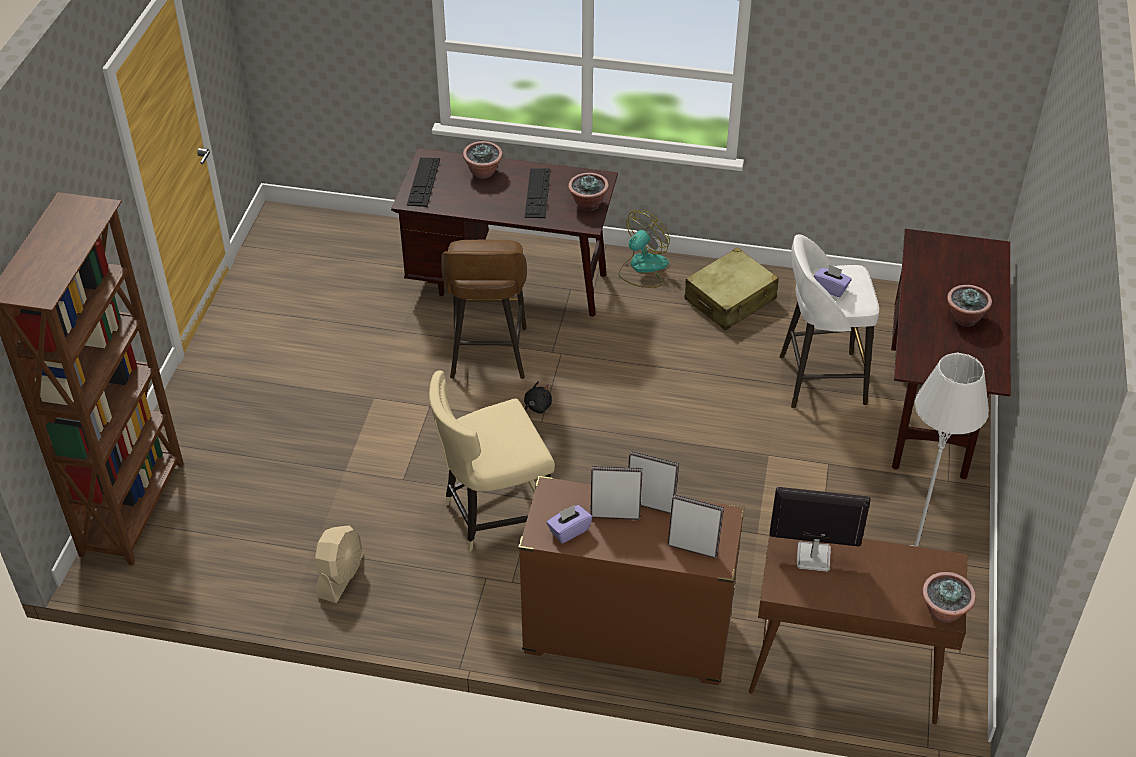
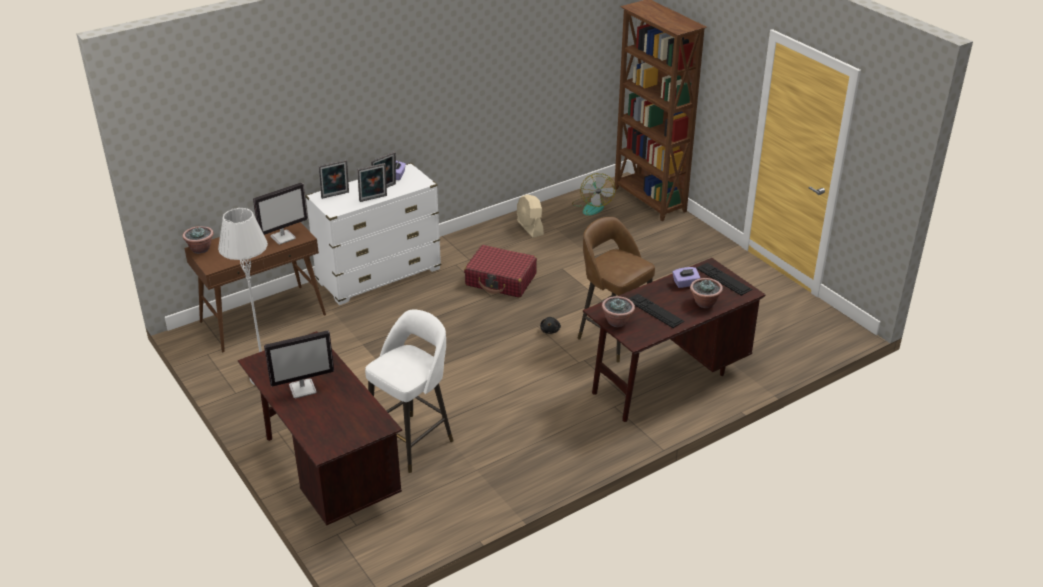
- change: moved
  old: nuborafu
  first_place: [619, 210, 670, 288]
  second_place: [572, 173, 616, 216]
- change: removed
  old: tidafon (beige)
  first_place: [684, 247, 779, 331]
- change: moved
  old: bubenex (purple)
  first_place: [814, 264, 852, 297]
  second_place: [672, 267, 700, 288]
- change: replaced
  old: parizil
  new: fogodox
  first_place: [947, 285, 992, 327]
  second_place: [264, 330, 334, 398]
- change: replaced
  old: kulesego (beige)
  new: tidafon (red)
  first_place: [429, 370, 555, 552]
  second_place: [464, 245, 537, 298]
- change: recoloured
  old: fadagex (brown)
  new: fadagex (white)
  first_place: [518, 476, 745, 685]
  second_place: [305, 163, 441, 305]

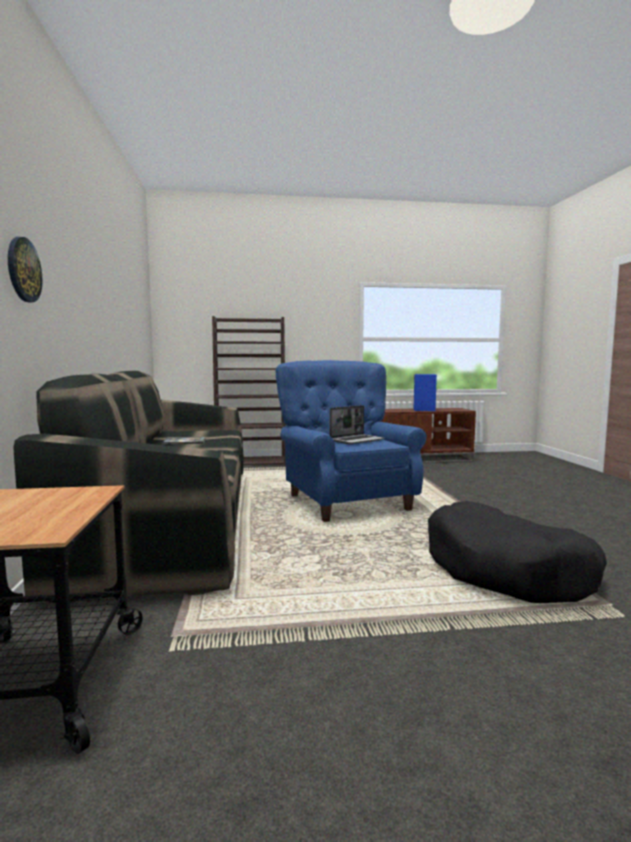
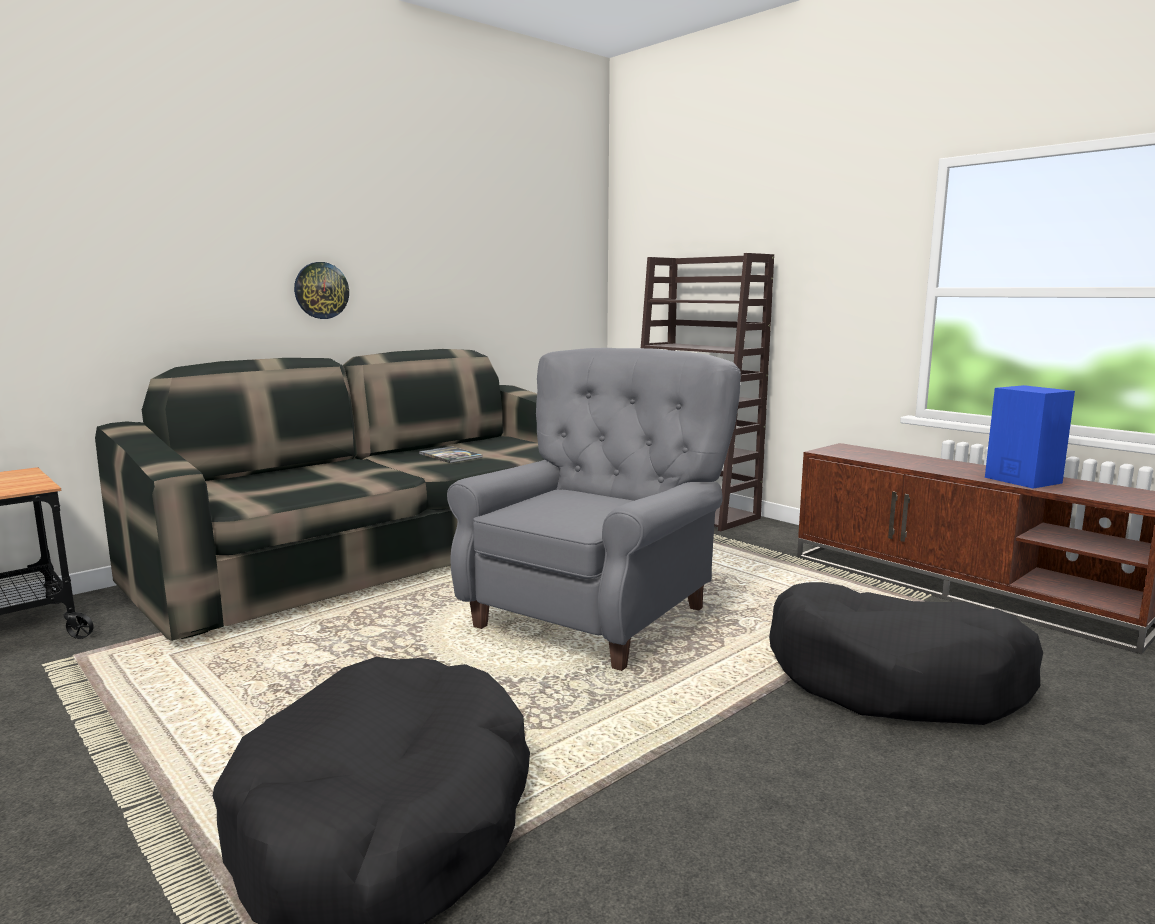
- change: moved
  old: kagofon
  first_place: [8, 237, 42, 302]
  second_place: [294, 262, 349, 319]
- change: recoloured
  old: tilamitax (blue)
  new: tilamitax (grey)
  first_place: [276, 360, 427, 522]
  second_place: [447, 348, 741, 671]
- change: removed
  old: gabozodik
  first_place: [330, 405, 385, 444]
- change: added
  new: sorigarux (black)
  second_place: [769, 582, 1043, 725]

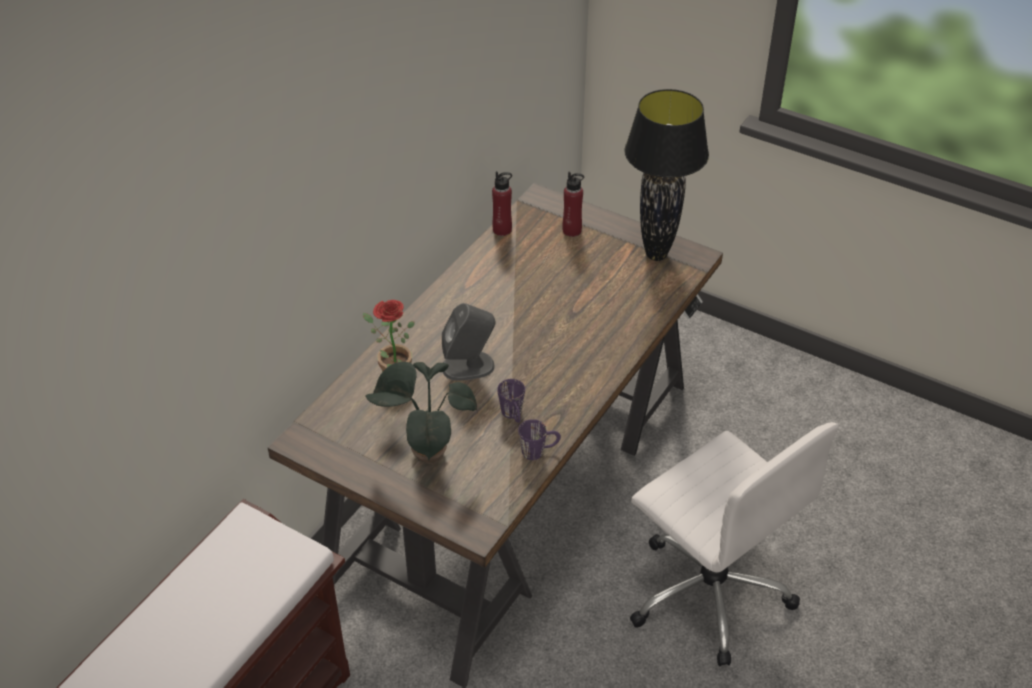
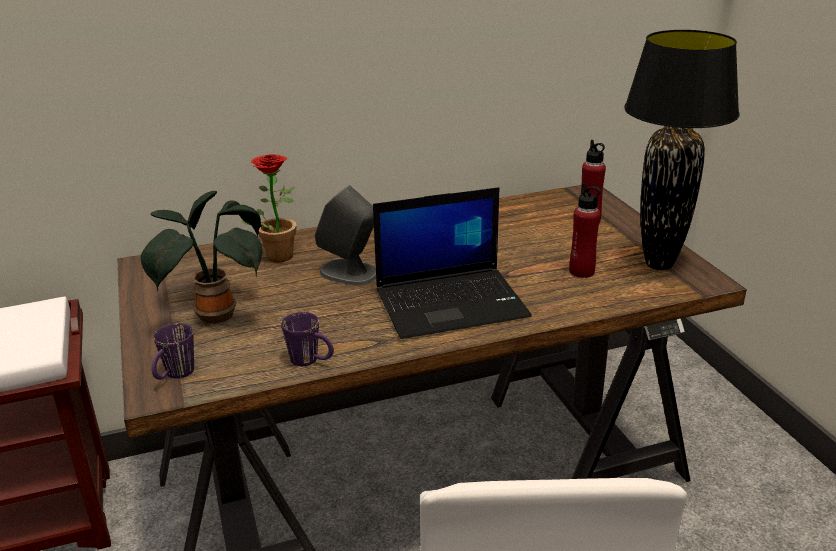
- change: moved
  old: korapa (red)
  first_place: [492, 171, 512, 236]
  second_place: [569, 183, 601, 278]
- change: moved
  old: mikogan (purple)
  first_place: [497, 379, 525, 423]
  second_place: [152, 323, 194, 380]
- change: added
  new: gabozodik
  second_place: [373, 187, 532, 339]

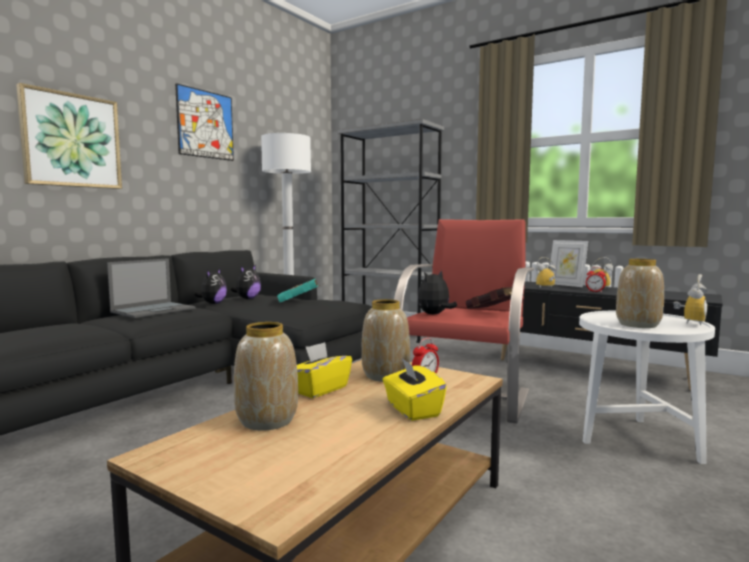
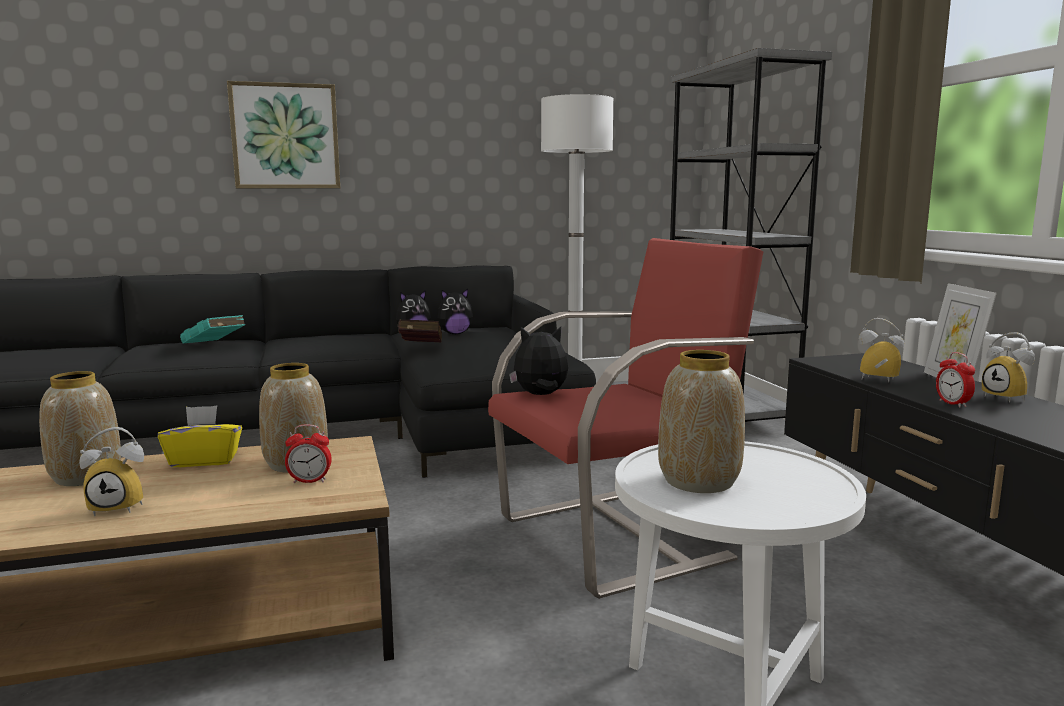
- change: removed
  old: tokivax
  first_place: [175, 83, 234, 161]
- change: removed
  old: gabozodik
  first_place: [107, 258, 196, 318]
- change: moved
  old: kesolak
  first_place: [673, 274, 708, 325]
  second_place: [79, 427, 144, 516]
- change: moved
  old: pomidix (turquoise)
  first_place: [277, 278, 323, 302]
  second_place: [180, 315, 245, 343]
- change: moved
  old: pomidix (red)
  first_place: [466, 287, 524, 309]
  second_place: [398, 320, 442, 343]
- change: removed
  old: bubenex (yellow)
  first_place: [383, 358, 447, 421]

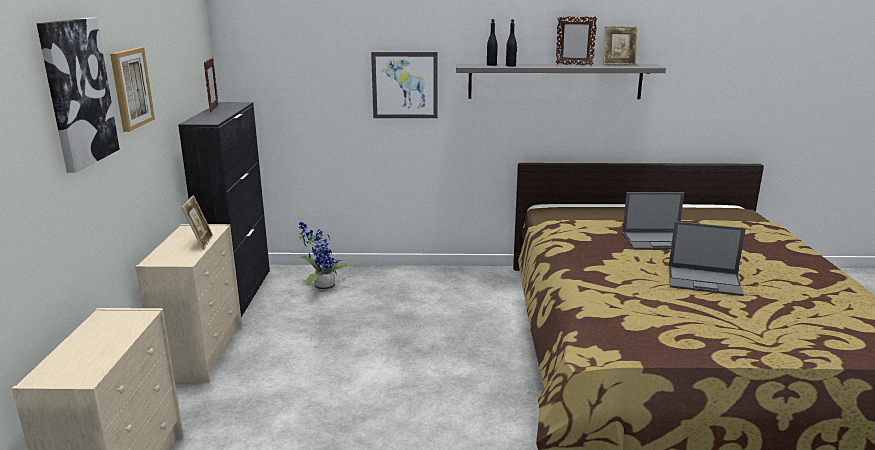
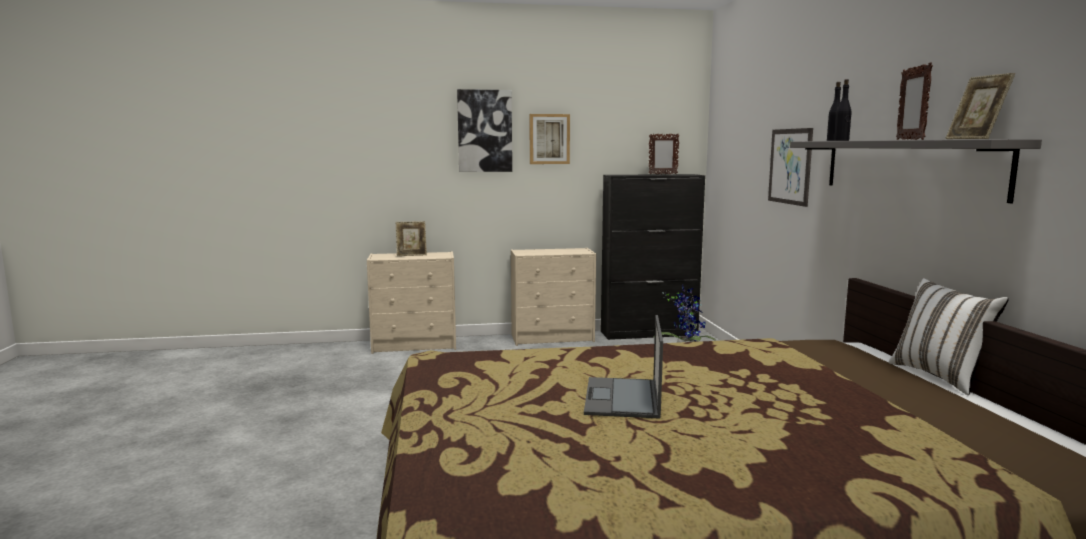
- change: removed
  old: gabozodik
  first_place: [622, 192, 684, 250]
- change: moved
  old: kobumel
  first_place: [182, 195, 213, 250]
  second_place: [396, 222, 427, 256]
- change: added
  new: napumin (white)
  second_place: [889, 278, 1009, 395]

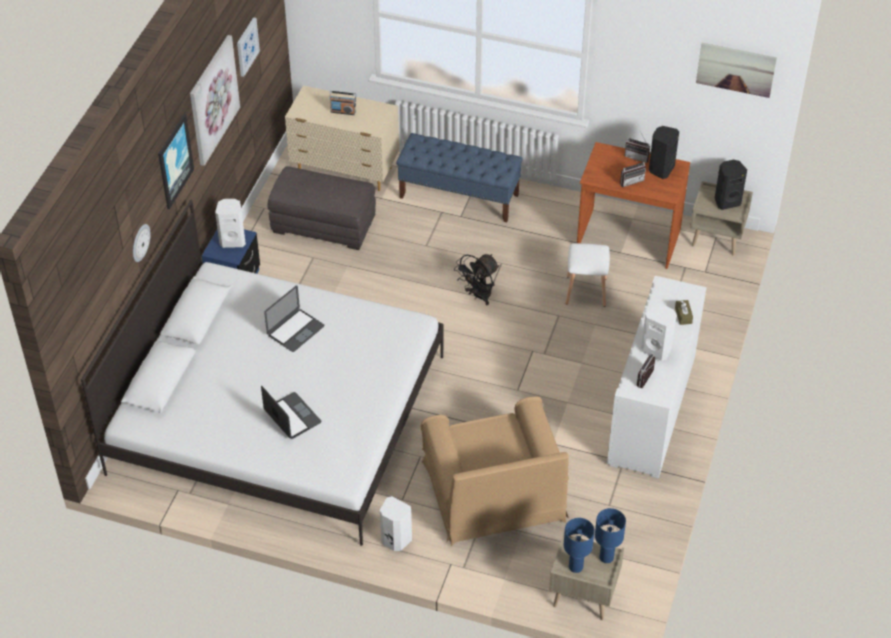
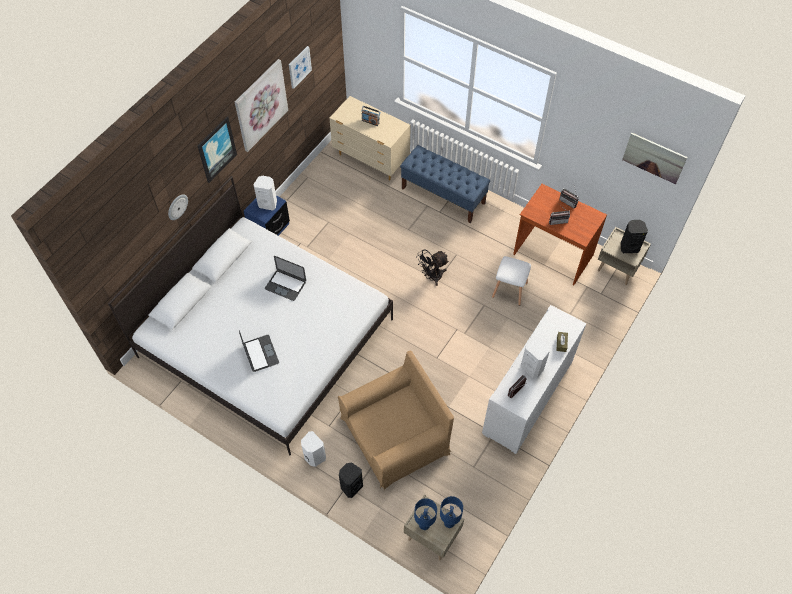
- change: moved
  old: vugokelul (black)
  first_place: [649, 126, 679, 179]
  second_place: [339, 462, 363, 498]
- change: removed
  old: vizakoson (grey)
  first_place: [267, 166, 376, 250]
- change: turned
  old: gabozodik
  first_place: [264, 286, 325, 352]
  second_place: [265, 256, 306, 301]
  degrees: 60
- change: turned
  old: tilamitax (brown)
  first_place: [421, 397, 569, 546]
  second_place: [338, 350, 454, 490]
  degrees: -120

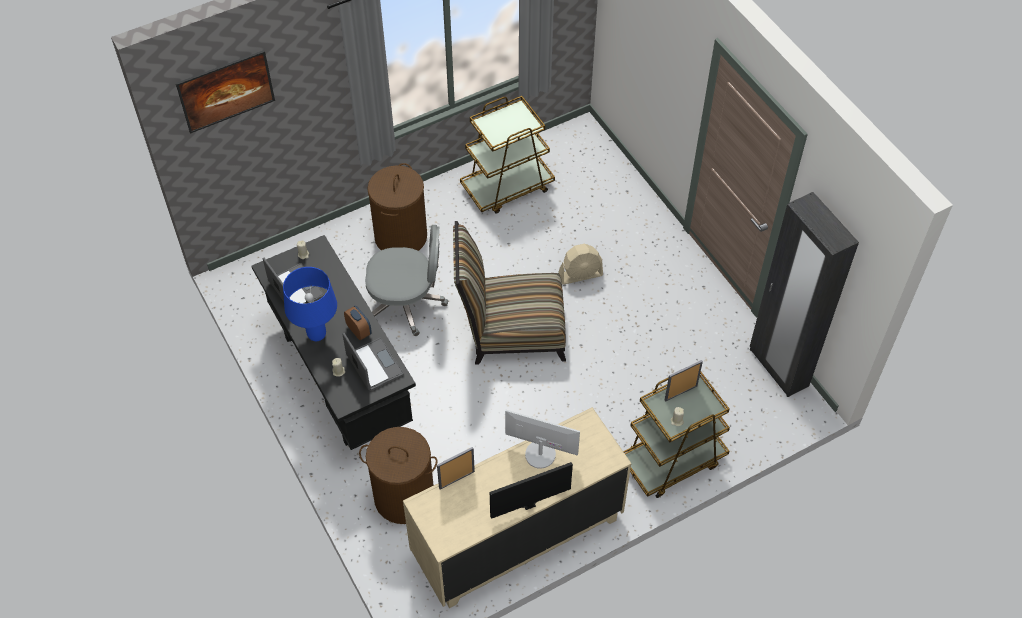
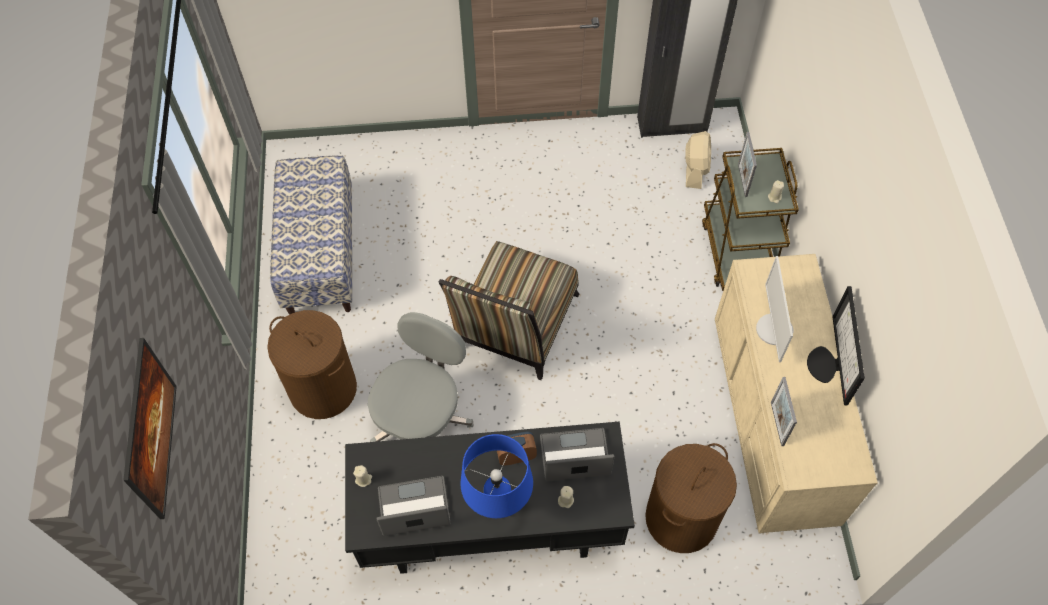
- change: replaced
  old: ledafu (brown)
  new: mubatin
  first_place: [460, 96, 555, 213]
  second_place: [270, 155, 352, 315]
- change: moved
  old: nuborafu (beige)
  first_place: [558, 244, 603, 285]
  second_place: [685, 131, 711, 189]
- change: turned
  old: fogodox
  first_place: [505, 410, 580, 469]
  second_place: [756, 256, 793, 362]
  degrees: -45

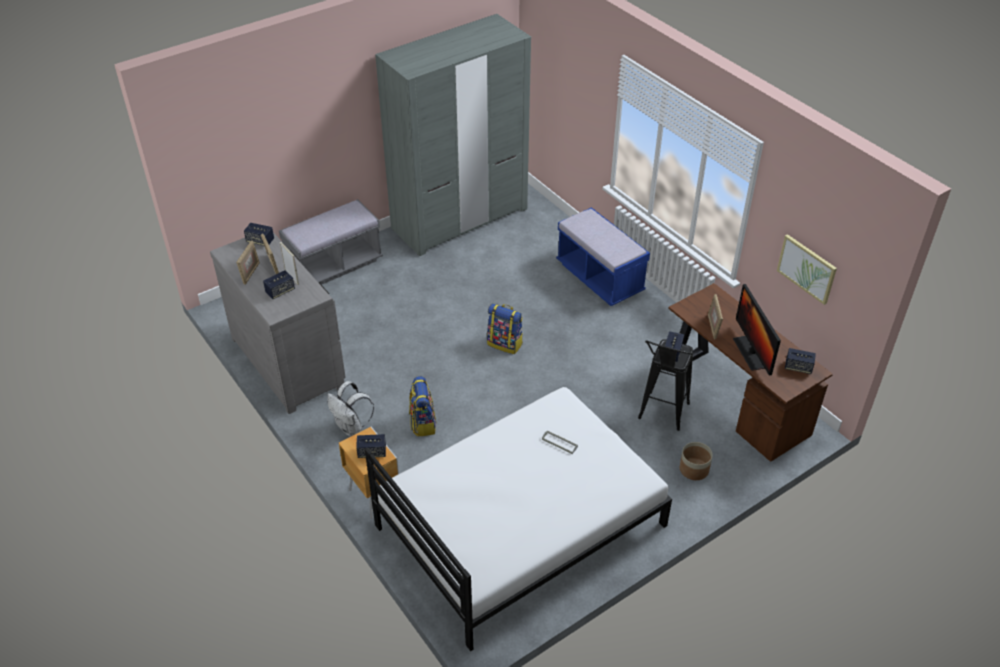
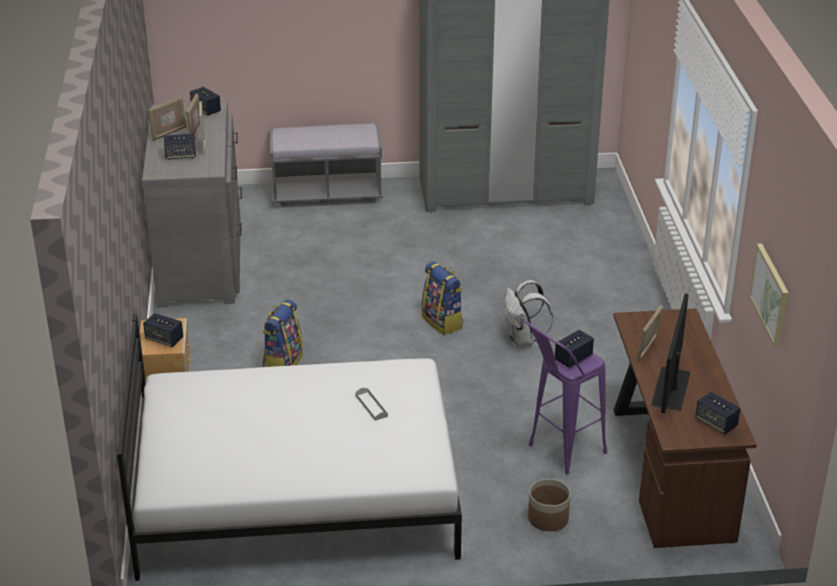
- change: removed
  old: mubatin (blue)
  first_place: [556, 207, 650, 306]
- change: recoloured
  old: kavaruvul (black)
  new: kavaruvul (purple)
  first_place: [638, 339, 693, 431]
  second_place: [522, 318, 607, 474]
- change: moved
  old: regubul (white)
  first_place: [327, 381, 374, 436]
  second_place: [503, 280, 553, 347]

